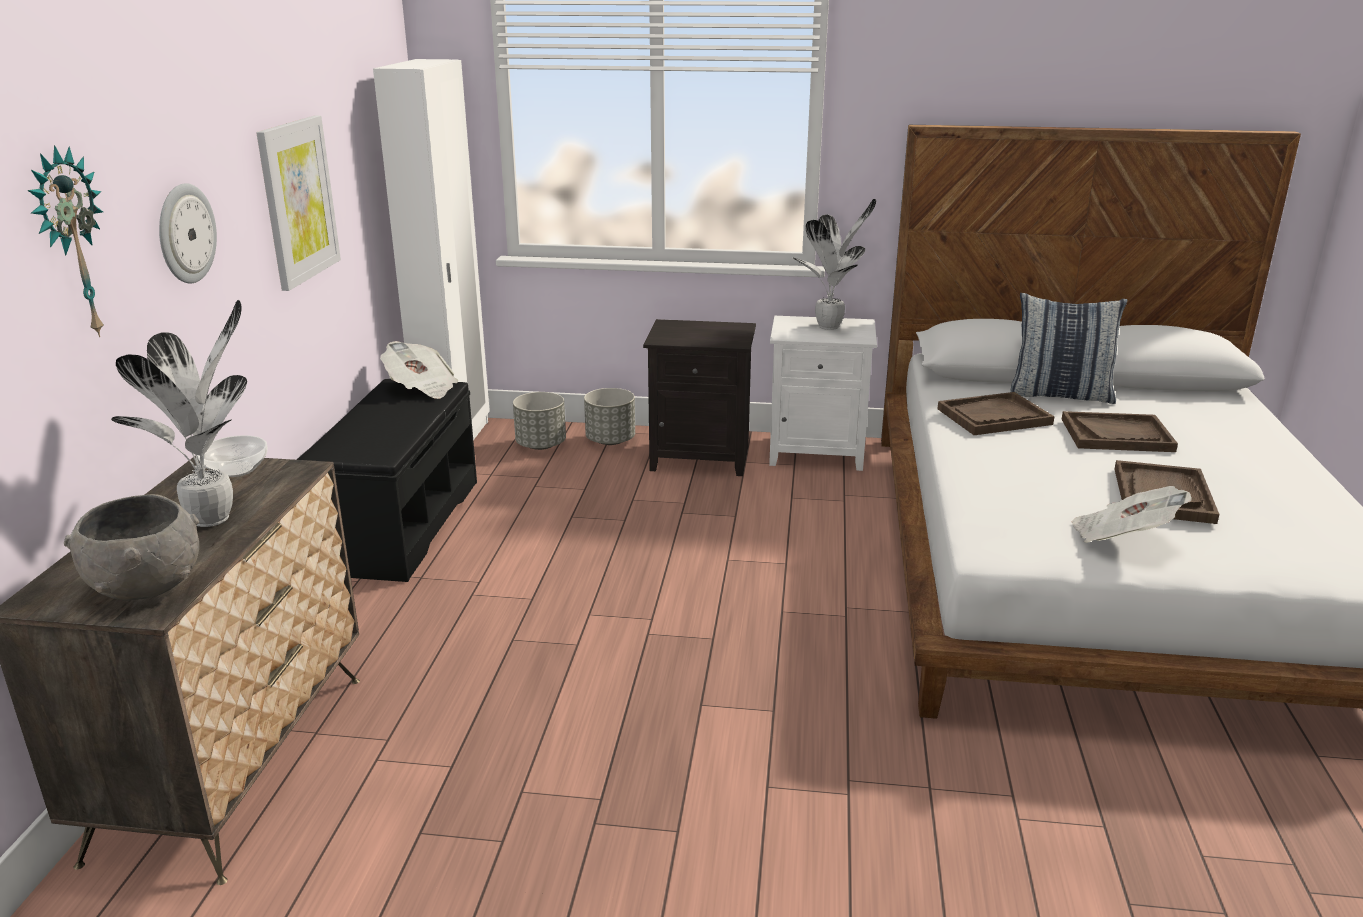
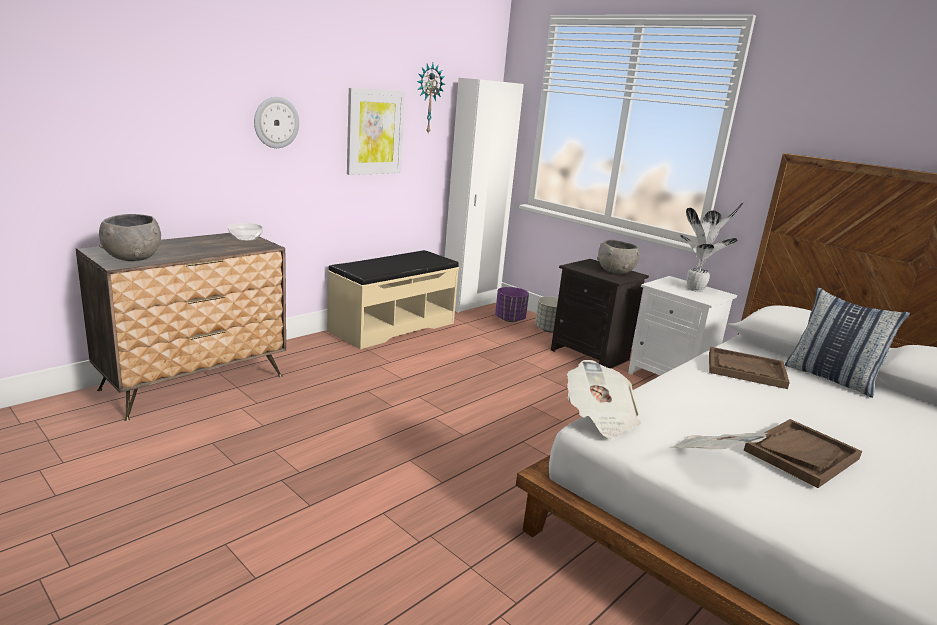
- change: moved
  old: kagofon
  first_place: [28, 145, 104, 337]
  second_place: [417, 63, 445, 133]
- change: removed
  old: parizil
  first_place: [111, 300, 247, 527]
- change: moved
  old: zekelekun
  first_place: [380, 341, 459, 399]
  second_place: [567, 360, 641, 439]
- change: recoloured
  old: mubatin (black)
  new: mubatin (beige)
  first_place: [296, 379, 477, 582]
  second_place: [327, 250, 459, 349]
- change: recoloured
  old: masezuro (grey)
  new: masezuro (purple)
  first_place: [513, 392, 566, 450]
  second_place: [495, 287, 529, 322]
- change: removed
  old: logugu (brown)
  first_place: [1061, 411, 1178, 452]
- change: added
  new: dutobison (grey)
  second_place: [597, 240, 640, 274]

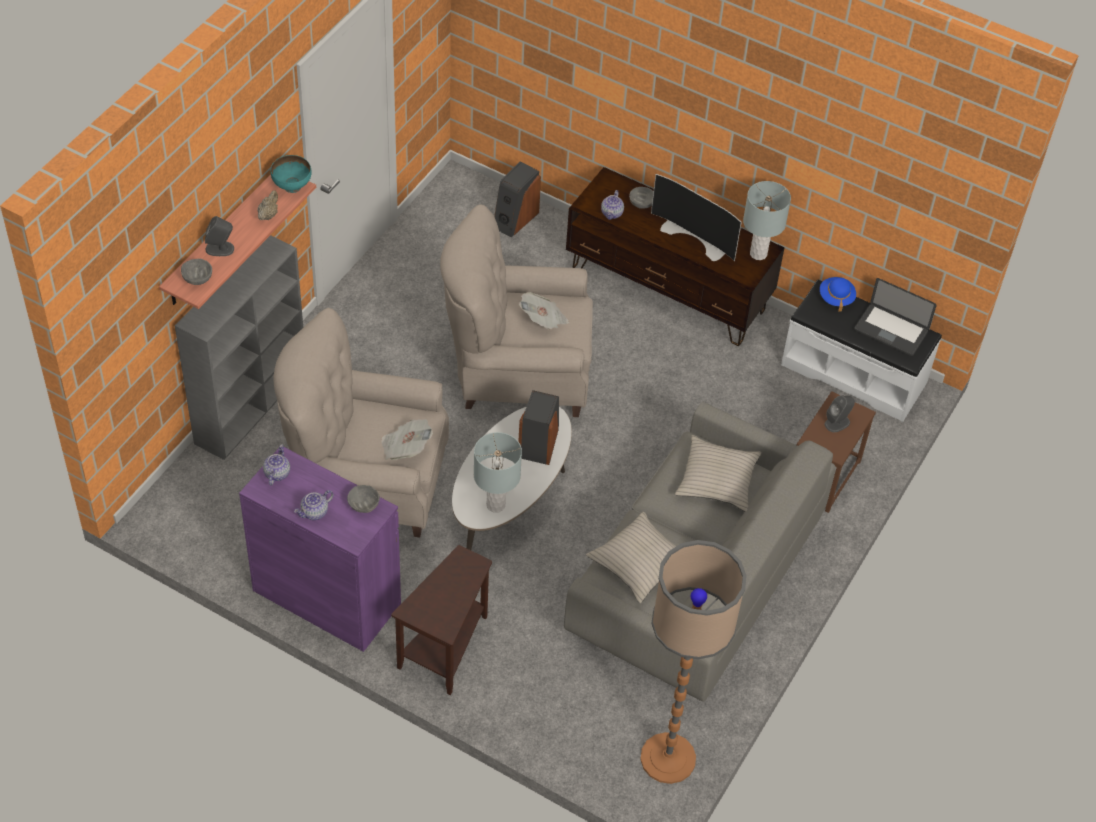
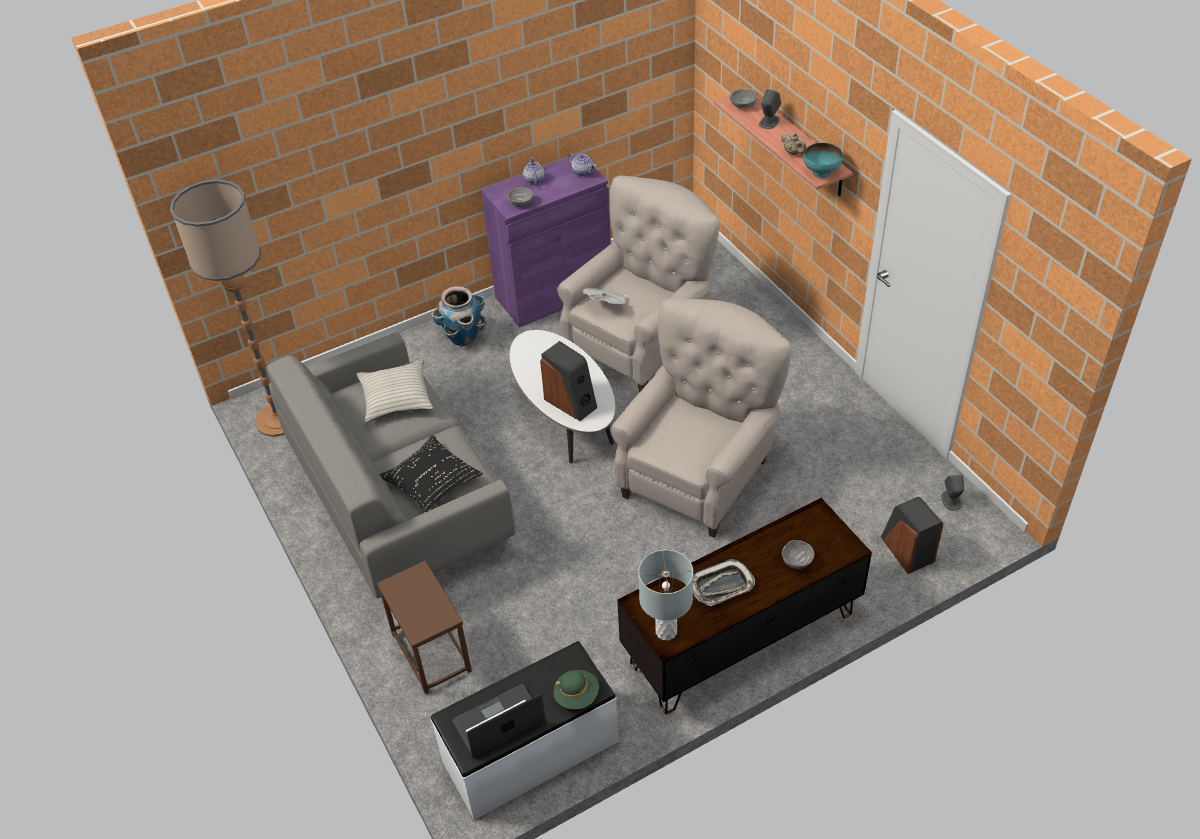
- change: replaced
  old: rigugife
  new: logugu
  first_place: [651, 174, 742, 261]
  second_place: [693, 559, 755, 606]
- change: removed
  old: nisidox
  first_place: [601, 190, 624, 220]
- change: removed
  old: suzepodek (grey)
  first_place: [175, 235, 303, 460]
- change: recoloured
  old: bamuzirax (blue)
  new: bamuzirax (green)
  first_place: [820, 277, 856, 312]
  second_place: [553, 670, 599, 709]
- change: removed
  old: zekelekun
  first_place: [519, 292, 569, 329]
- change: moved
  old: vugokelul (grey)
  first_place: [825, 395, 855, 432]
  second_place: [942, 475, 964, 511]
- change: removed
  old: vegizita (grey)
  first_place: [474, 432, 522, 513]
- change: recoloured
  old: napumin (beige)
  new: napumin (black)
  first_place: [675, 435, 761, 512]
  second_place: [380, 435, 483, 512]
- change: replaced
  old: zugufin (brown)
  new: masezuro
  first_place: [391, 545, 492, 695]
  second_place: [431, 286, 487, 346]

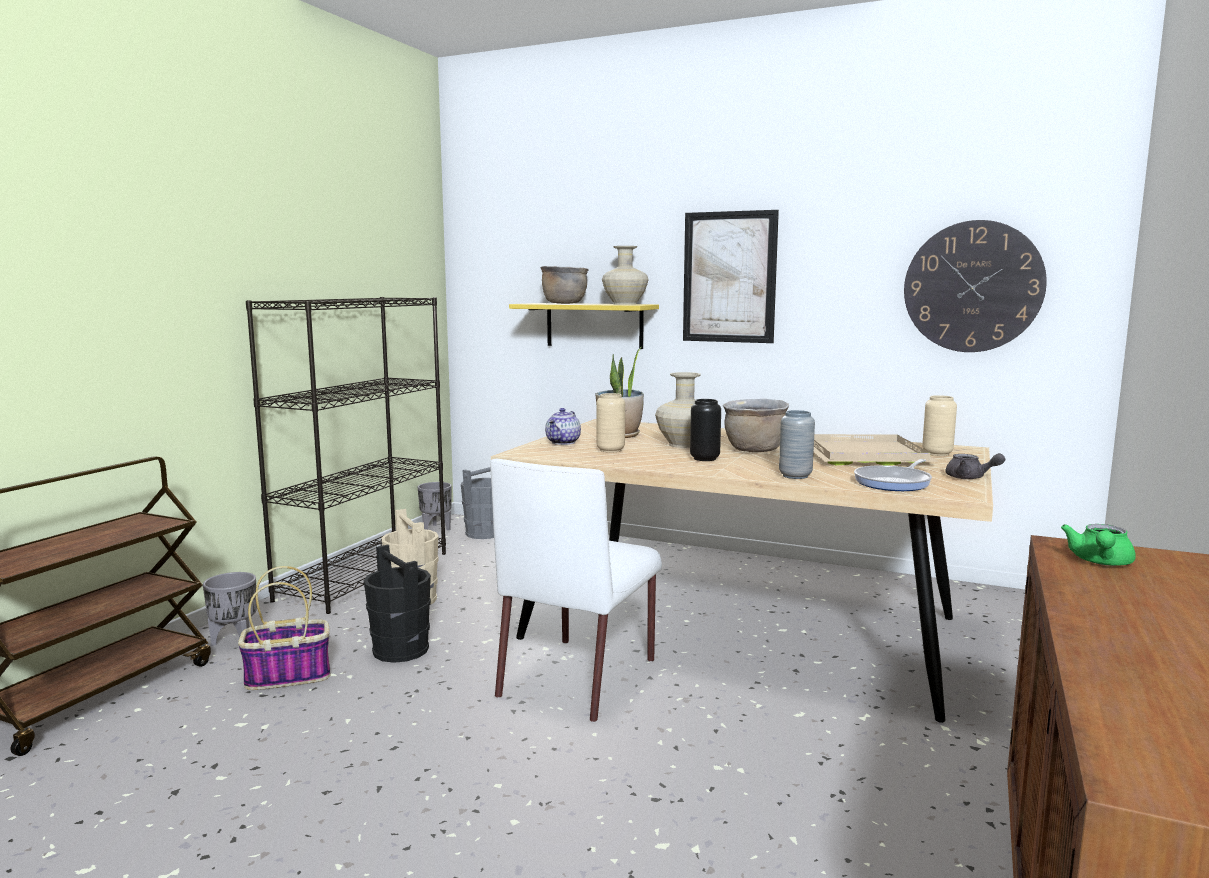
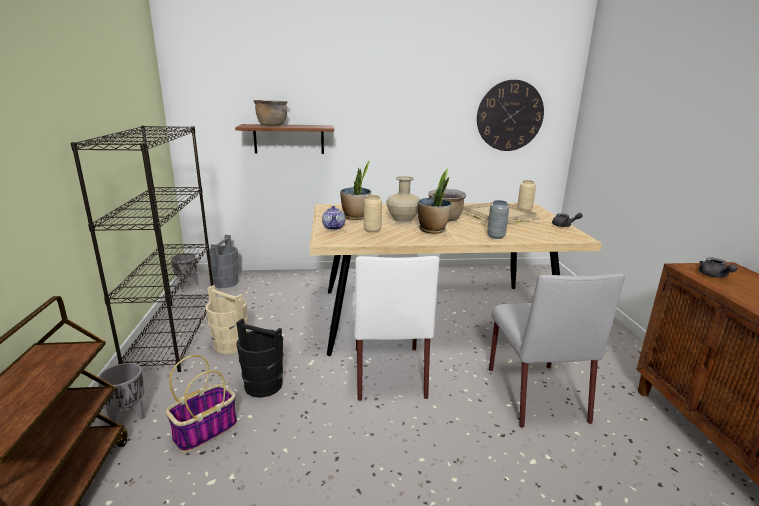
- change: removed
  old: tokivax
  first_place: [683, 210, 779, 343]
- change: removed
  old: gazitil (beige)
  first_place: [602, 246, 649, 305]
- change: recoloured
  old: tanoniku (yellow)
  new: tanoniku (brown)
  first_place: [509, 303, 659, 349]
  second_place: [235, 124, 334, 154]
- change: replaced
  old: gazitil (black)
  new: parizil
  first_place: [690, 399, 721, 461]
  second_place: [418, 168, 452, 234]
- change: removed
  old: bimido
  first_place: [854, 459, 932, 491]
- change: recoloured
  old: nisidox (green)
  new: nisidox (grey)
  first_place: [1061, 524, 1136, 566]
  second_place: [698, 258, 737, 278]
- change: added
  new: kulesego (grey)
  second_place: [489, 273, 625, 428]

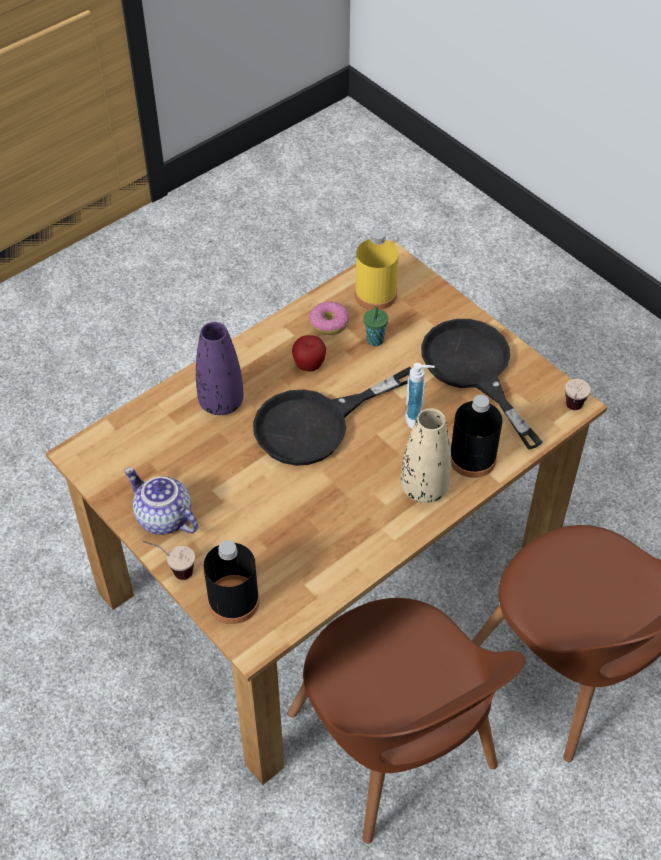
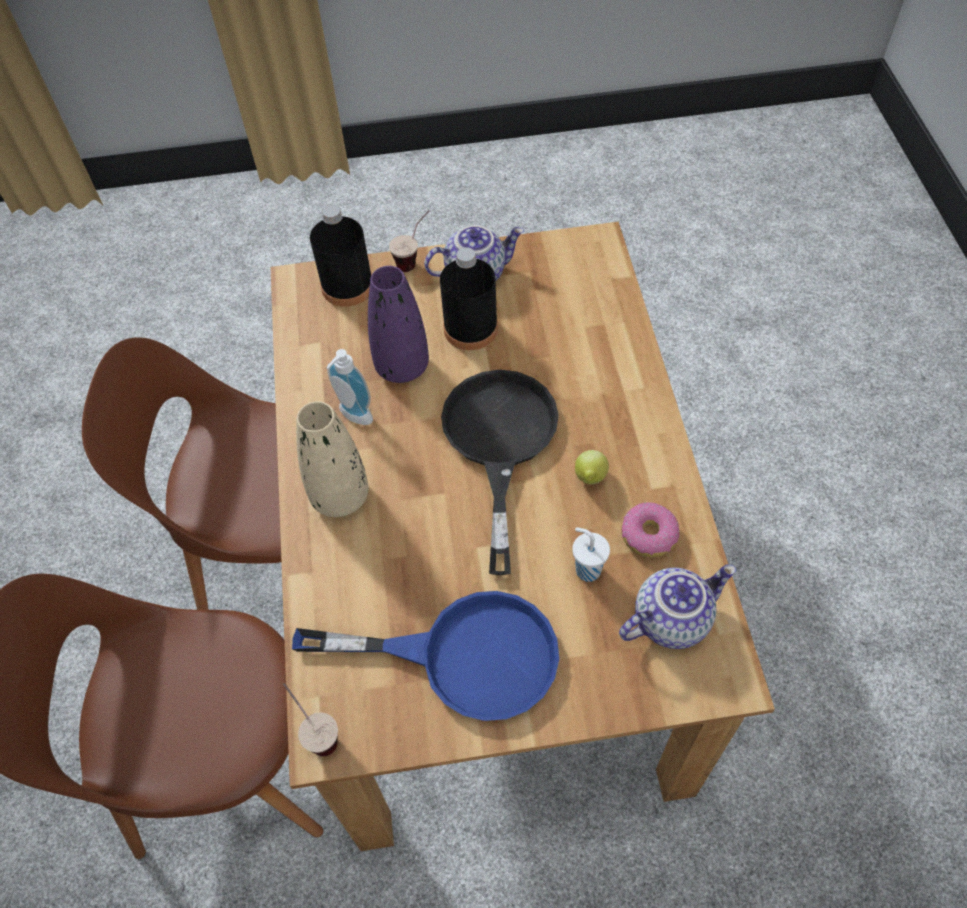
- change: replaced
  old: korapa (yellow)
  new: nisidox
  first_place: [354, 229, 399, 310]
  second_place: [619, 564, 736, 649]
- change: recoloured
  old: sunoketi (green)
  new: sunoketi (white)
  first_place: [363, 306, 388, 346]
  second_place: [572, 527, 610, 582]
- change: recoloured
  old: bimido (black)
  new: bimido (blue)
  first_place: [421, 319, 543, 450]
  second_place: [292, 591, 559, 721]
- change: moved
  old: gazitil (purple)
  first_place: [196, 322, 244, 415]
  second_place: [368, 266, 429, 383]
- change: replaced
  old: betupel
  new: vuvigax
  first_place: [292, 335, 326, 372]
  second_place: [575, 450, 609, 485]
- change: moved
  old: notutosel
  first_place: [405, 363, 435, 428]
  second_place: [326, 349, 373, 425]
- change: moved
  old: korapa (black)
  first_place: [451, 395, 502, 478]
  second_place: [440, 247, 498, 350]

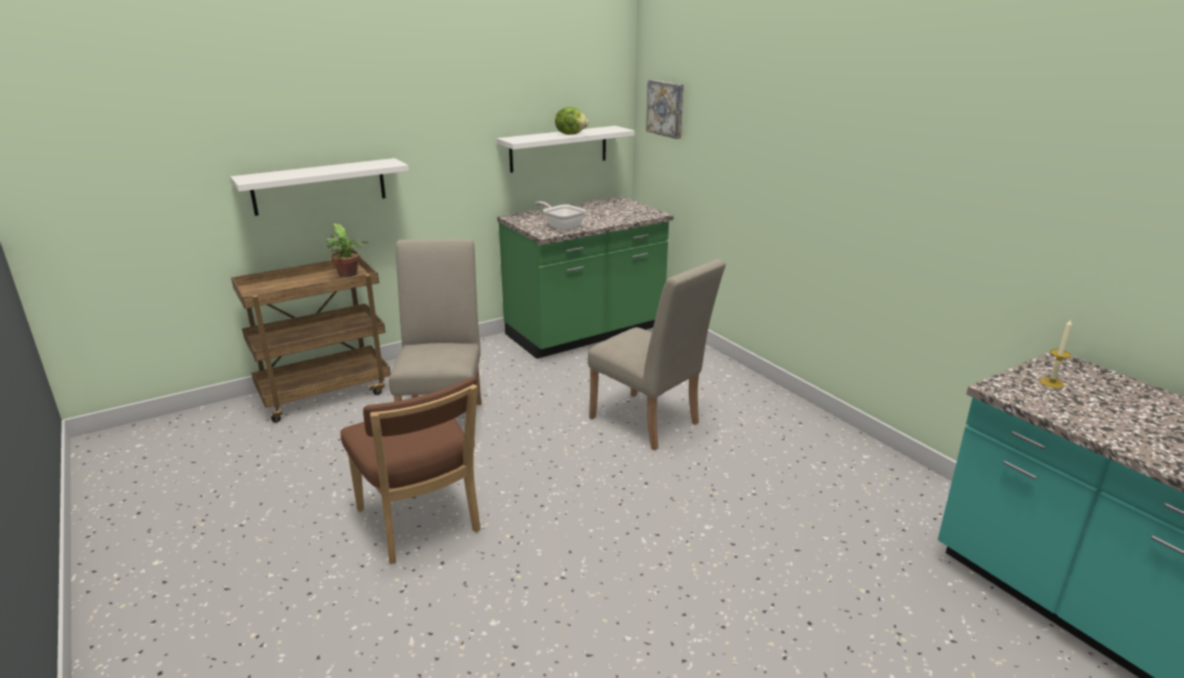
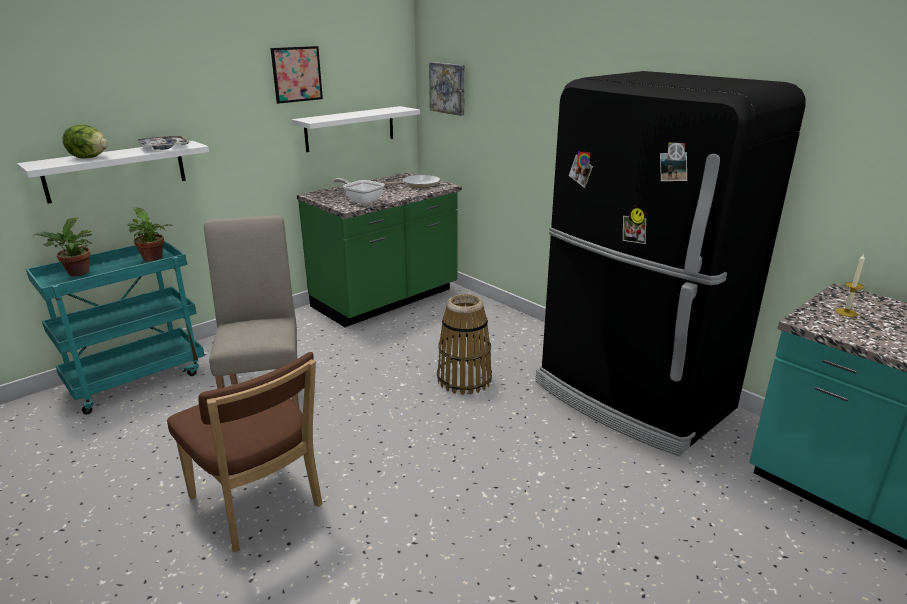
- change: moved
  old: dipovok
  first_place: [555, 107, 589, 135]
  second_place: [62, 125, 108, 159]
- change: recoloured
  old: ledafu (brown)
  new: ledafu (turquoise)
  first_place: [231, 257, 391, 423]
  second_place: [26, 240, 205, 414]
- change: replaced
  old: kulesego (beige)
  new: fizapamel
  first_place: [588, 258, 726, 451]
  second_place: [437, 294, 492, 395]
- change: added
  new: tokivax
  second_place: [271, 46, 323, 104]
- change: added
  new: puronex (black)
  second_place: [535, 71, 806, 456]
- change: added
  new: logugu
  second_place: [137, 136, 190, 150]
- change: added
  new: bimido
  second_place: [384, 175, 440, 188]
- change: added
  new: parizil
  second_place: [33, 218, 92, 276]

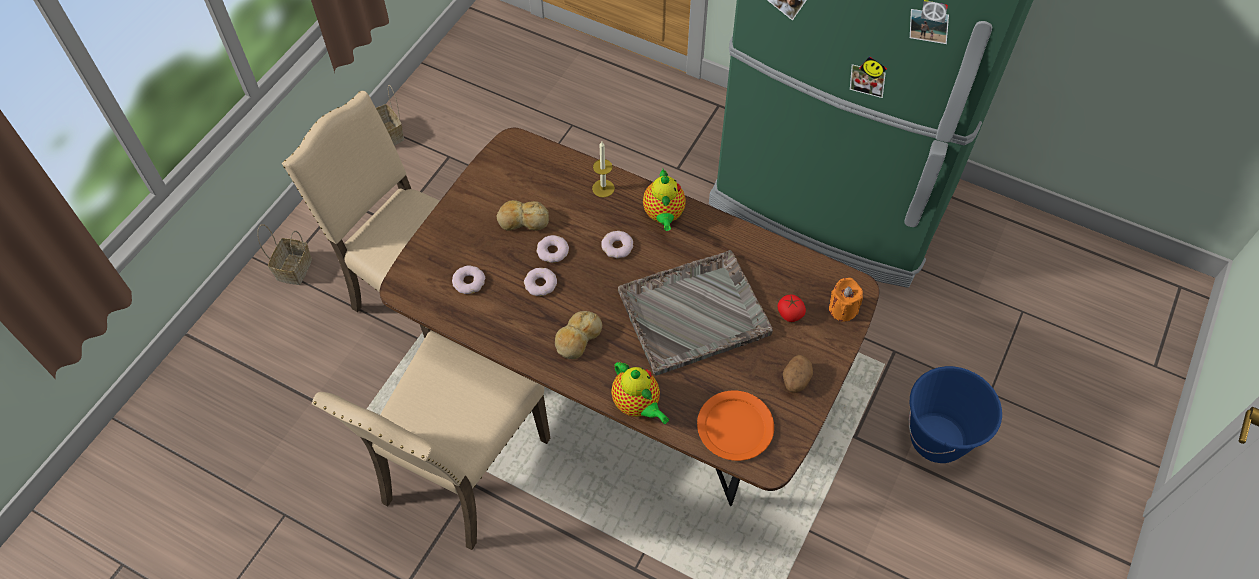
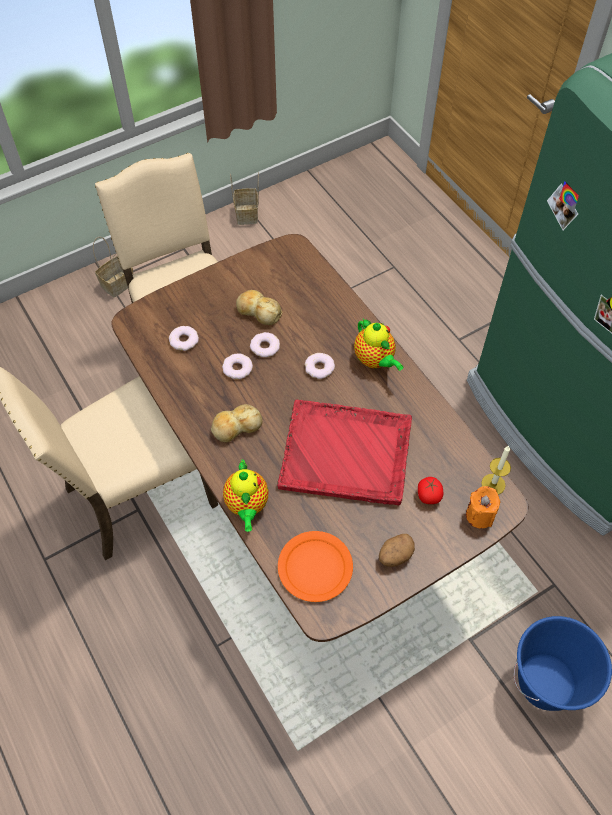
- change: moved
  old: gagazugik
  first_place: [592, 142, 615, 198]
  second_place: [481, 446, 511, 495]
- change: turned
  old: nisidox
  first_place: [643, 169, 686, 231]
  second_place: [354, 319, 404, 371]
  degrees: -60
- change: recoloured
  old: logugu (grey)
  new: logugu (red)
  first_place: [618, 250, 773, 375]
  second_place: [277, 400, 412, 505]

